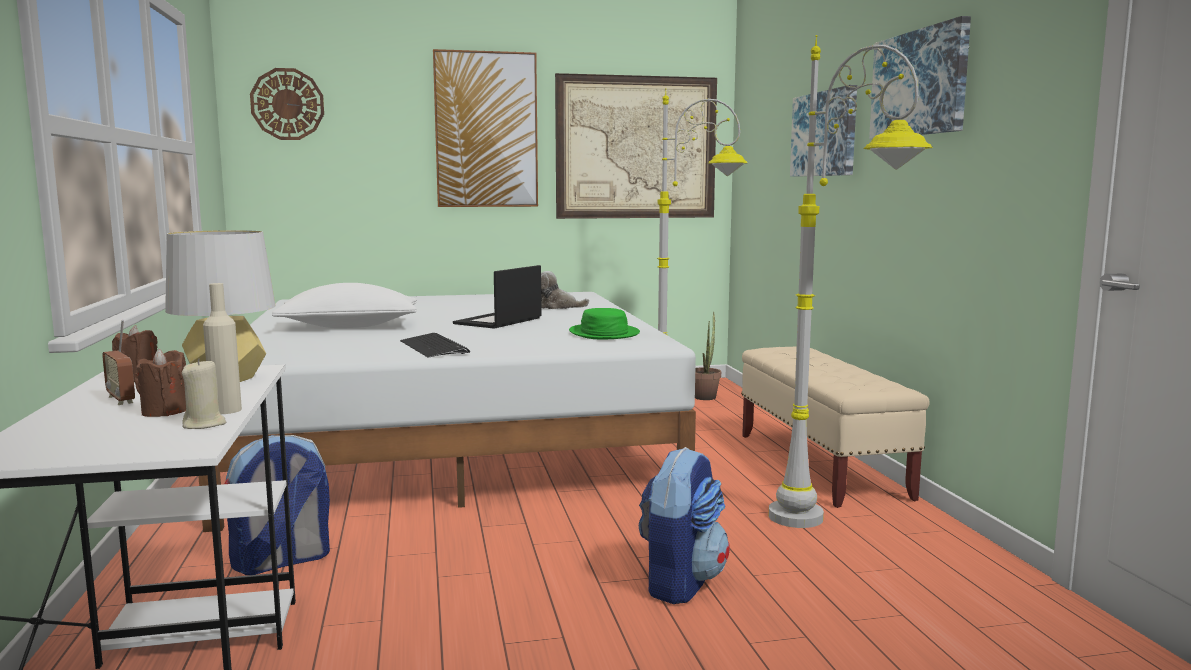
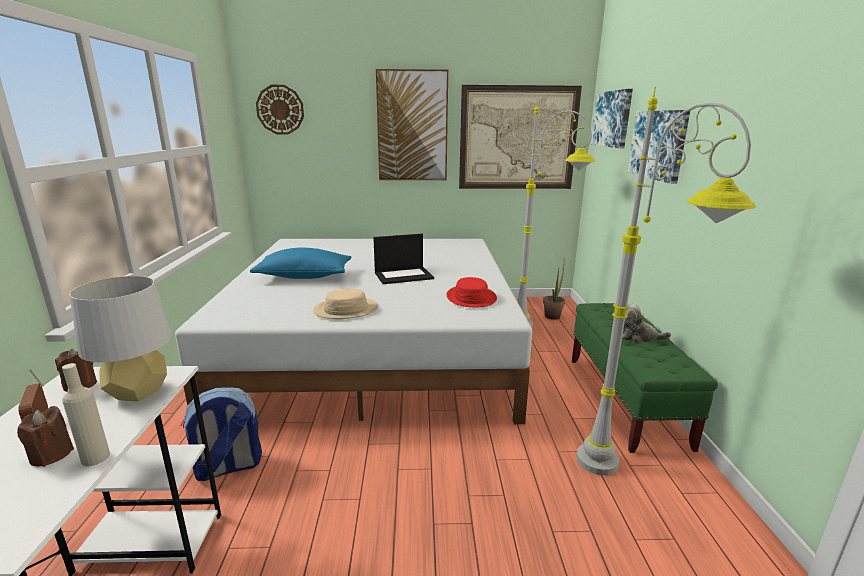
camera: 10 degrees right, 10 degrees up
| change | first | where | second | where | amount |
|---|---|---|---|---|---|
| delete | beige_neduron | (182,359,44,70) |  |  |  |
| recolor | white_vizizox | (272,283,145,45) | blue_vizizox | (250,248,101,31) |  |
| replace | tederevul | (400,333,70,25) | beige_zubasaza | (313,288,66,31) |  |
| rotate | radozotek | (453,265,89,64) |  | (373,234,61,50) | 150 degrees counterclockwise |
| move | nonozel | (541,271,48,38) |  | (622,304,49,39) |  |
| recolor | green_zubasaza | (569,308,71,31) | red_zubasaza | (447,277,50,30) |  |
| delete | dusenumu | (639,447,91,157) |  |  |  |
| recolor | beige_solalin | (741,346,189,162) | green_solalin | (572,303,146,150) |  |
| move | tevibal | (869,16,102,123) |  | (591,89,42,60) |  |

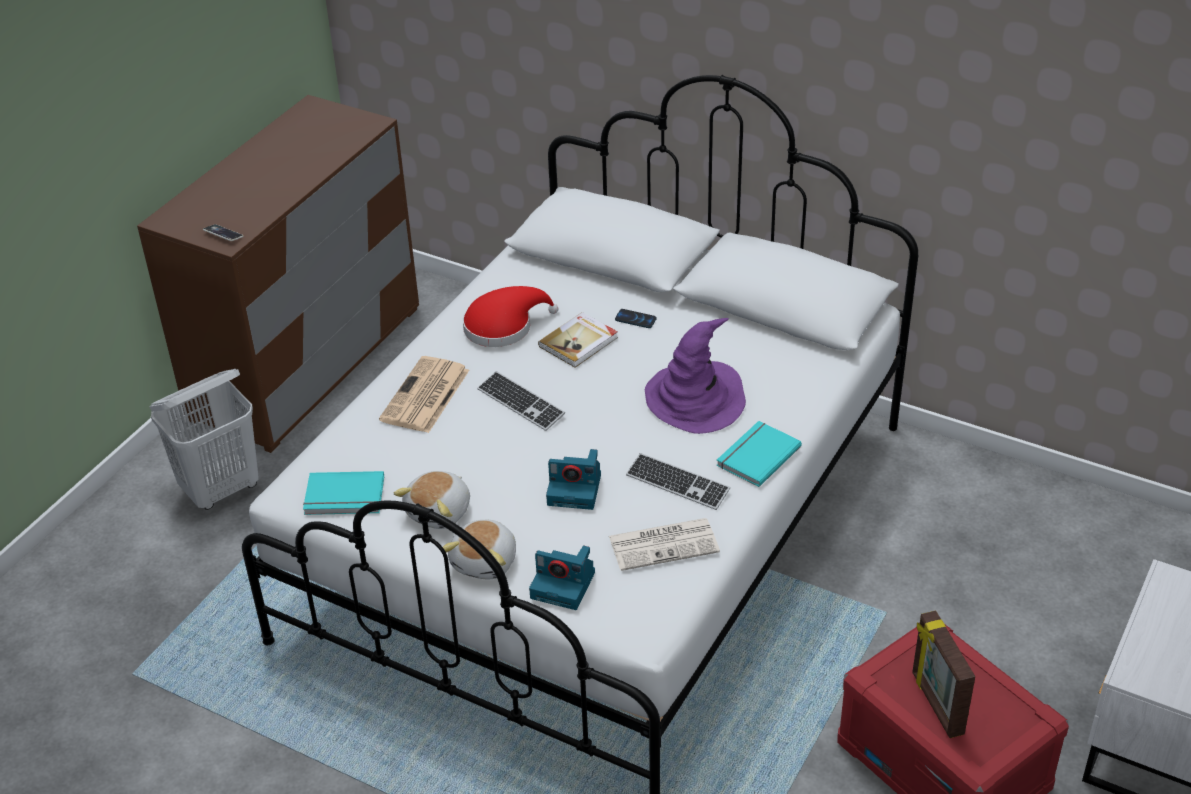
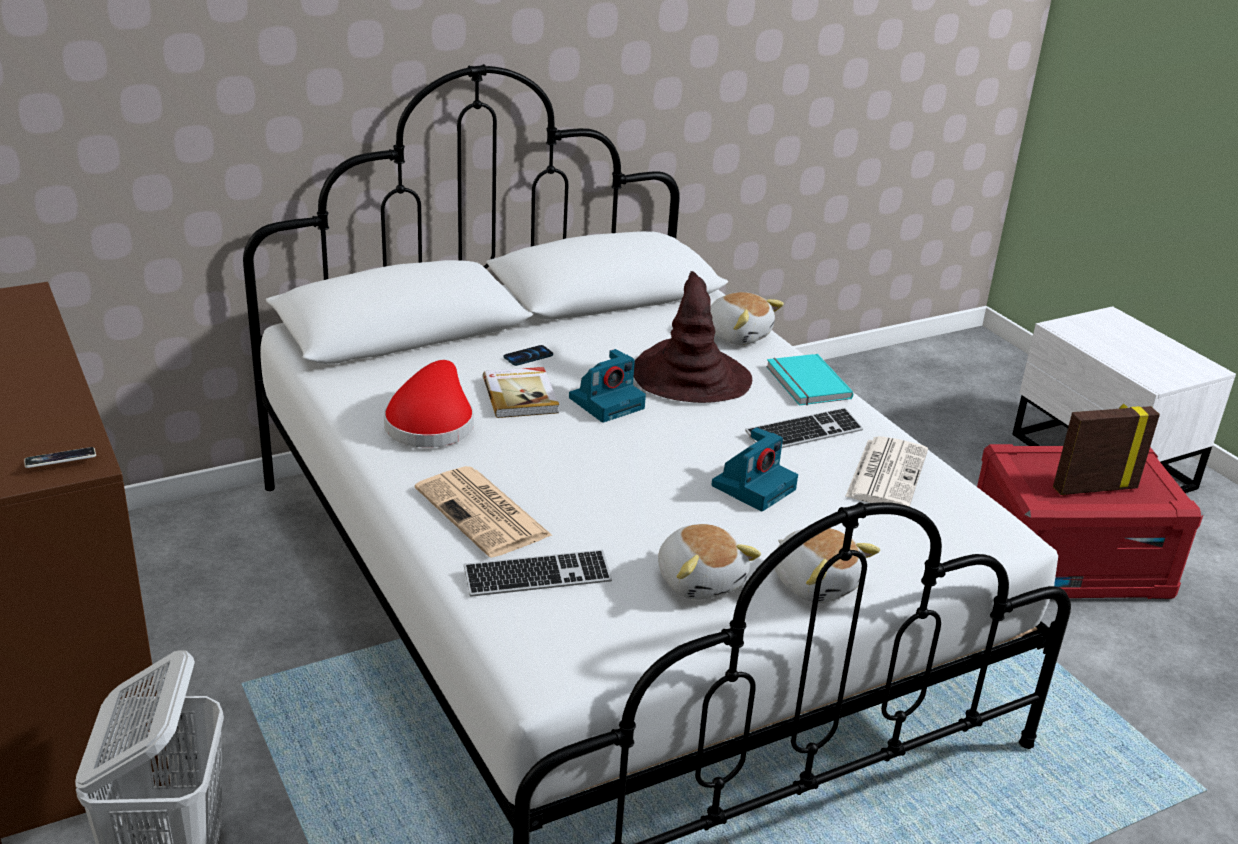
camera: 60 degrees left, 10 degrees down
| change | first | where | second | where | amount |
|---|---|---|---|---|---|
| delete | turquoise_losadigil | (303,471,81,44) |  |  |  |
| move | tederevul | (477,371,88,60) |  | (464,550,148,47) |  |
| move | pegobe | (529,546,66,64) |  | (569,349,77,73) |  |
| recolor | purple_zubasaza | (645,318,101,116) | brown_zubasaza | (634,271,118,132) |  |
| rotate | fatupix | (912,610,63,128) |  | (1053,404,107,91) | 150 degrees clockwise |
| insert |  |  | nonozel | (710,292,74,53) |  |

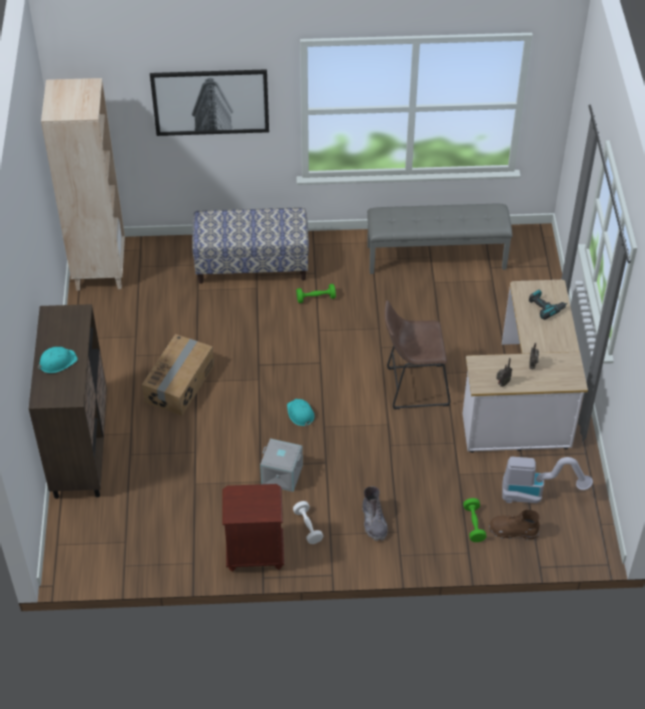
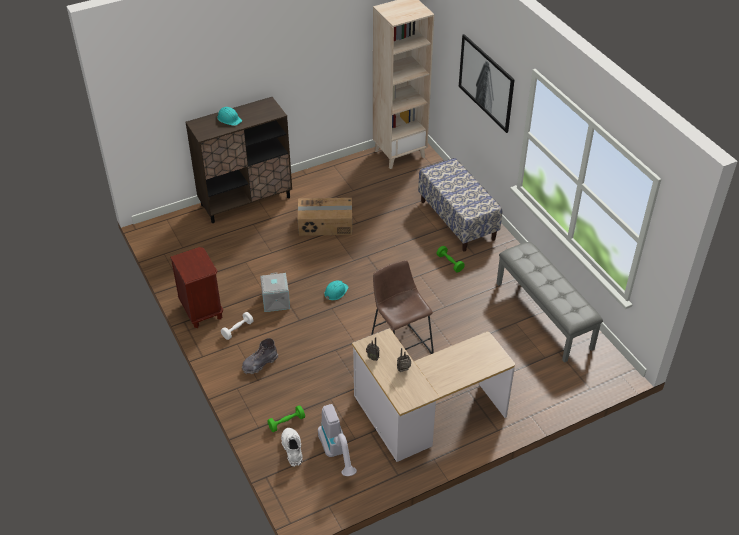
camera: 65 degrees right, 5 degrees down
| change | first | where | second | where | amount |
|---|---|---|---|---|---|
| recolor | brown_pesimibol | (489,510,51,30) | white_pesimibol | (281,428,22,39) |  |
| delete | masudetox | (529,290,38,30) |  |  |  |

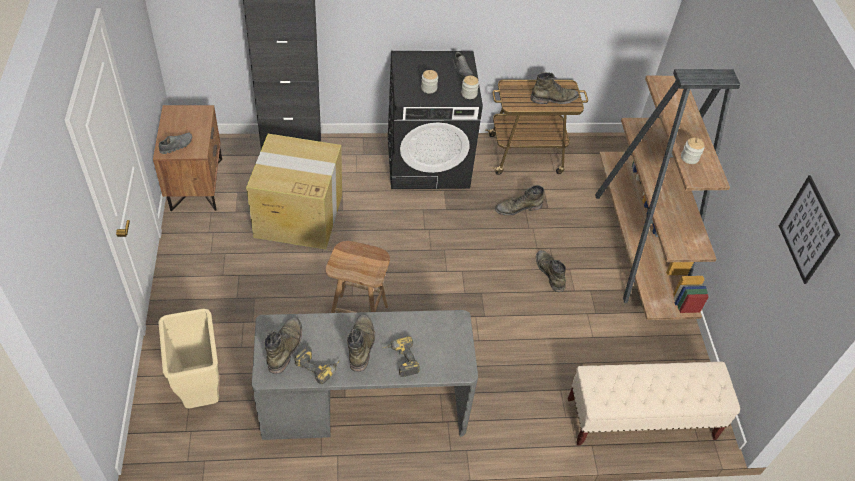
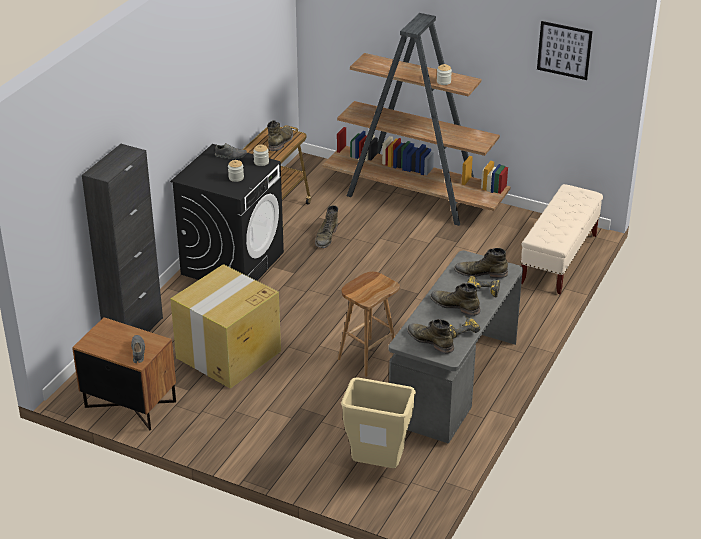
camera: 55 degrees left, 15 degrees down
| change | first | where | second | where | amount |
|---|---|---|---|---|---|
| move | green_pesimibol | (536,250,30,42) |  | (454,248,54,30) |  |

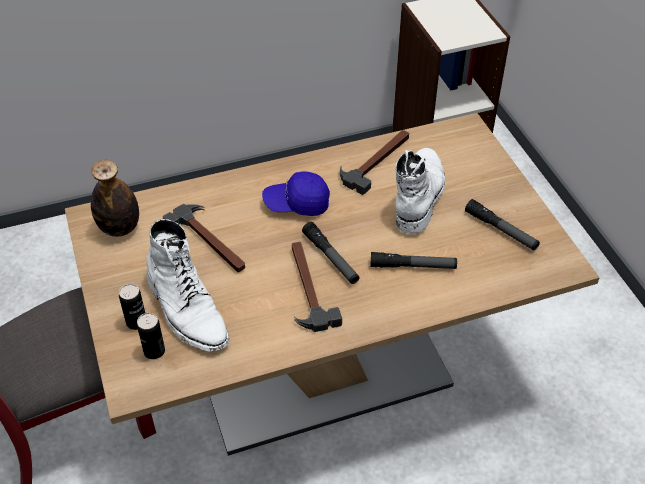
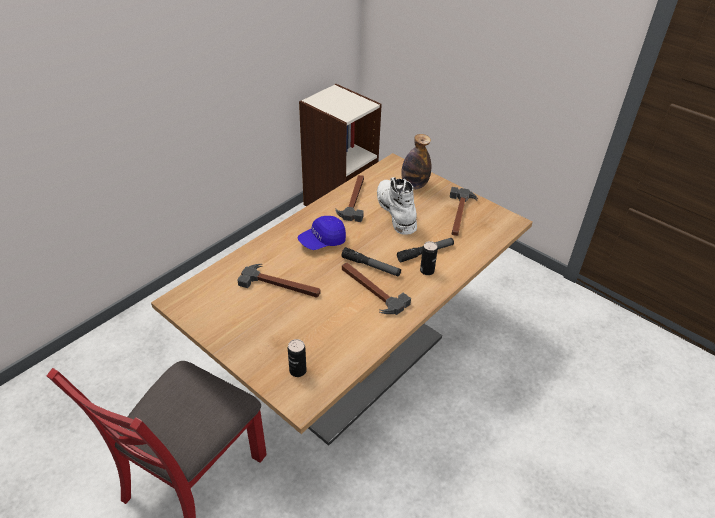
camera: 30 degrees left, 5 degrees down
| change | first | where | second | where | amount |
|---|---|---|---|---|---|
| move | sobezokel | (91,160,48,77) |  | (401,134,30,55) |  |
| move | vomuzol | (119,284,26,46) |  | (420,241,18,34) |  |
| delete | white_pesimibol | (146,219,84,133) |  |  |  |
| replace | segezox | (465,199,75,51) | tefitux | (450,187,28,49) |  |

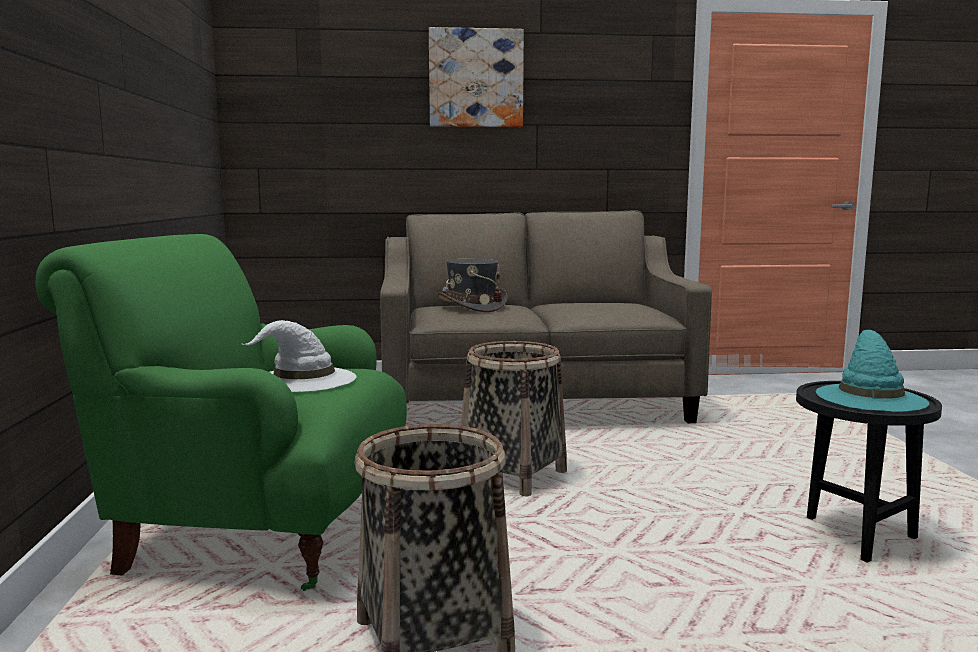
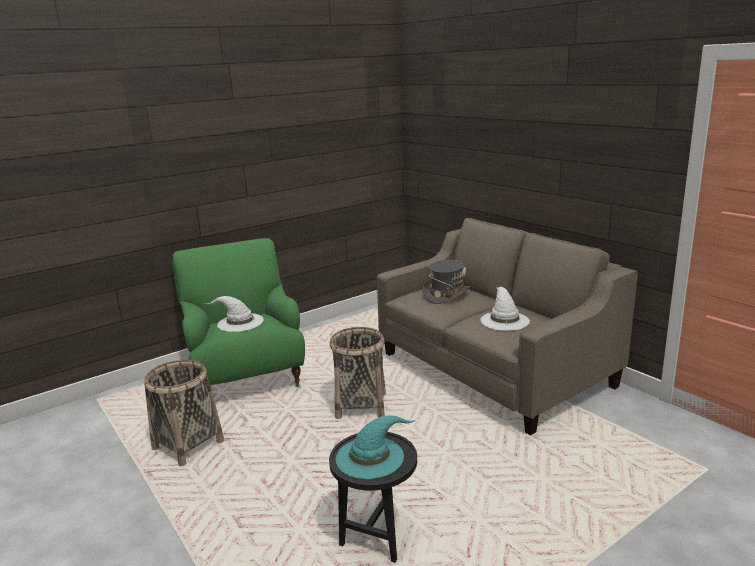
camera: 60 degrees right, 10 degrees up
| change | first | where | second | where | amount |
|---|---|---|---|---|---|
| delete | tevibal | (429,27,95,100) |  |  |  |
| insert |  |  | white_zubasaza | (480,287,50,44) |  |

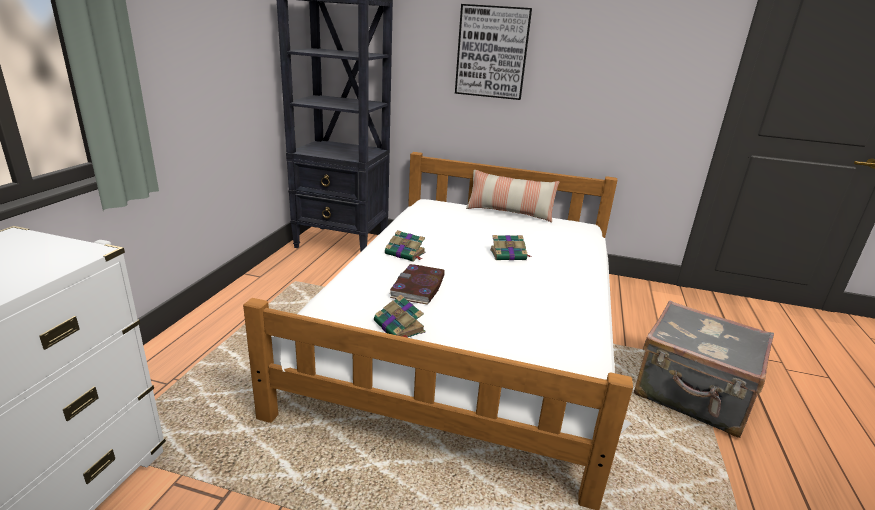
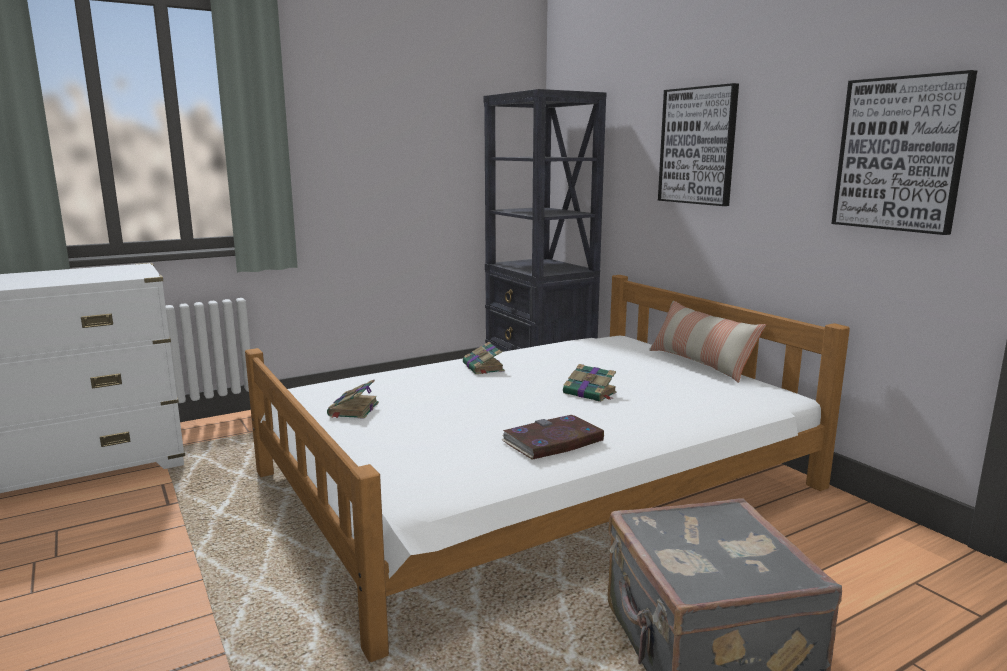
camera: 45 degrees right, 10 degrees down
| change | first | where | second | where | amount |
|---|---|---|---|---|---|
| move | losadigil | (389,264,56,41) |  | (501,415,103,45) |  |
| insert |  |  | tevibal | (831,70,146,165) |  |

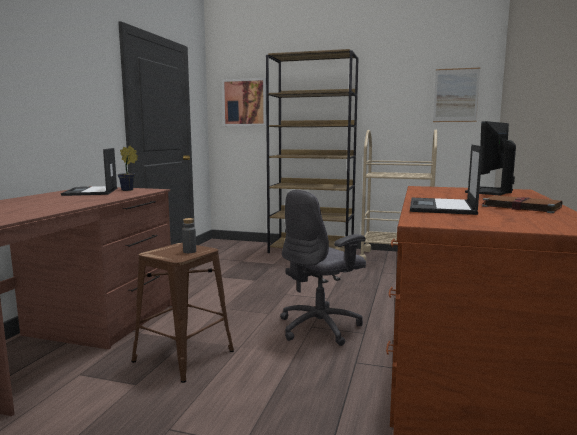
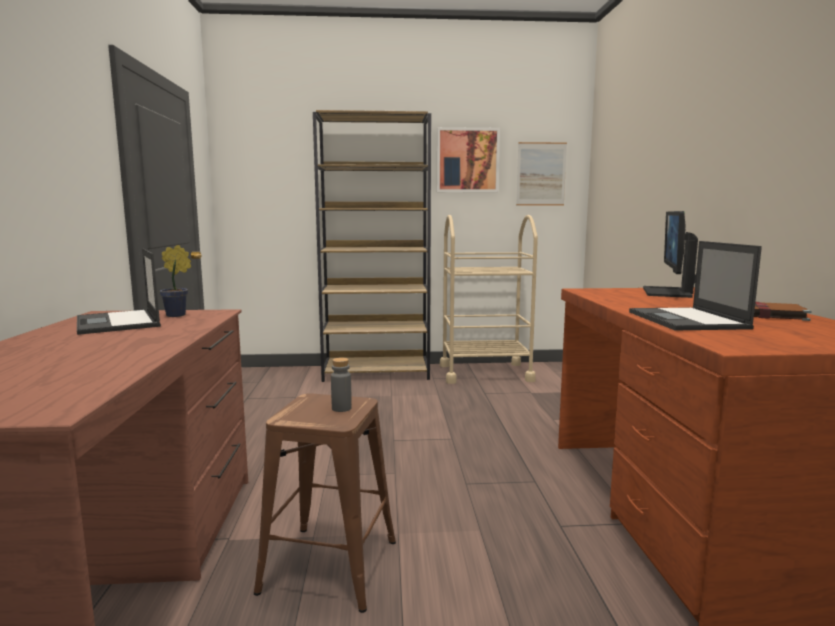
camera: 20 degrees left, 0 degrees up
| change | first | where | second | where | amount |
|---|---|---|---|---|---|
| move | tevibal | (222,78,44,48) |  | (437,127,63,65) |  |
| delete | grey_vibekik | (280,190,86,156) |  |  |  |

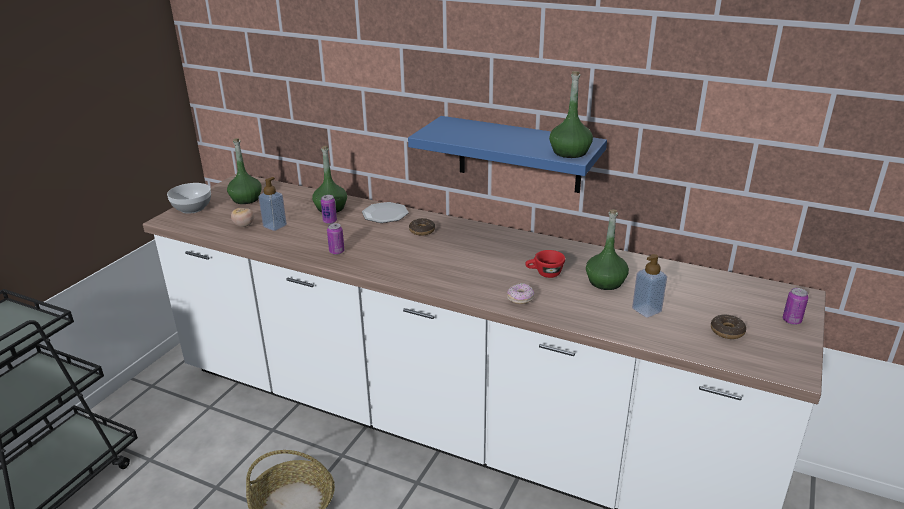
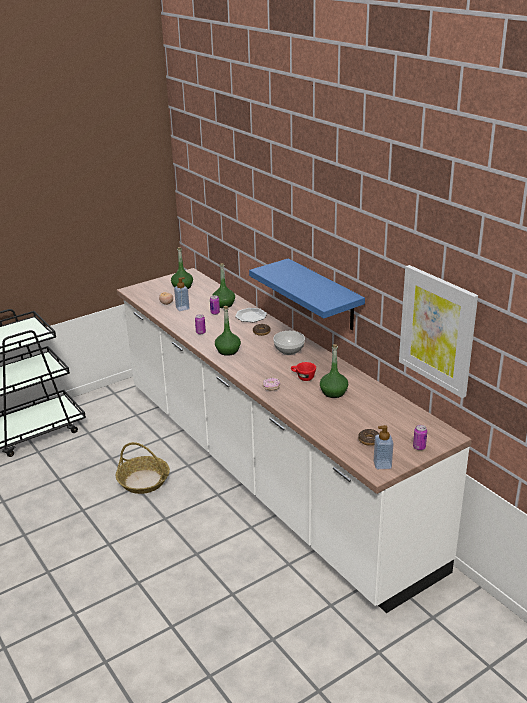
camera: 30 degrees right, 0 degrees up
| change | first | where | second | where | amount |
|---|---|---|---|---|---|
| move | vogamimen | (167,183,44,31) |  | (273,331,32,24) |  |
| move | green_sobezokel | (549,71,44,87) |  | (215,306,26,50) |  |
| move | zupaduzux | (632,254,35,63) |  | (374,425,19,44) |  |
| insert |  |  | tevibal | (399,265,79,133) |  |

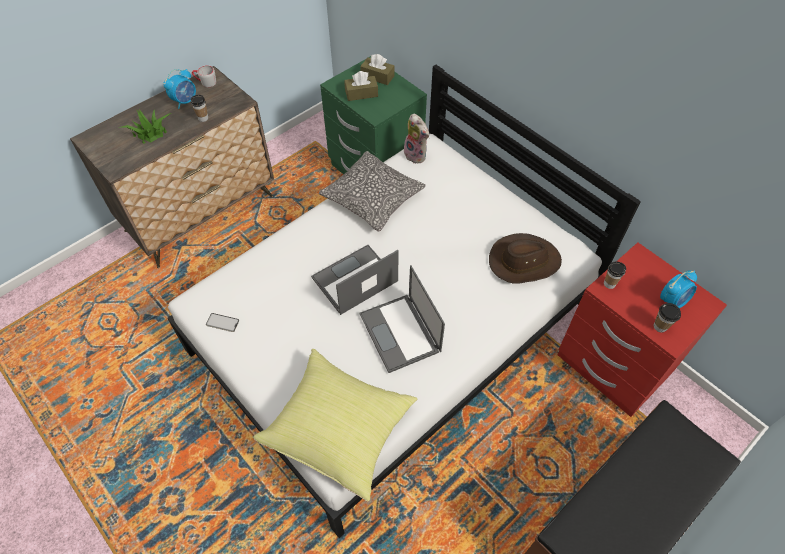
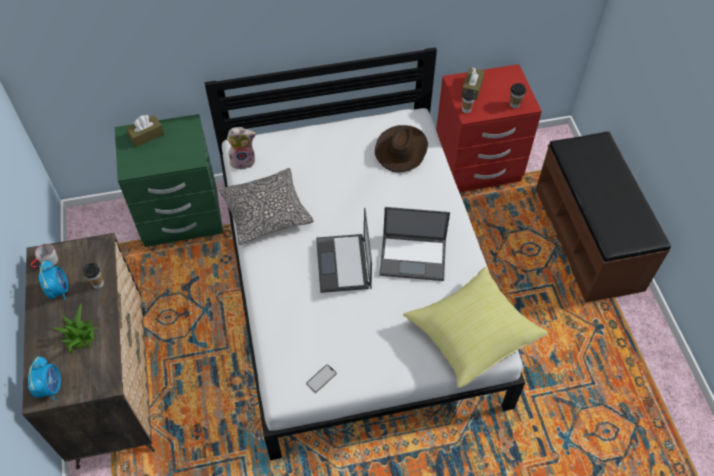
camera: 60 degrees left, 0 degrees up
| change | first | where | second | where | amount |
|---|---|---|---|---|---|
| move | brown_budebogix | (344,71,34,30) |  | (461,67,24,33) |  |
| move | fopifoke | (660,270,37,38) |  | (28,356,33,45) |  |

